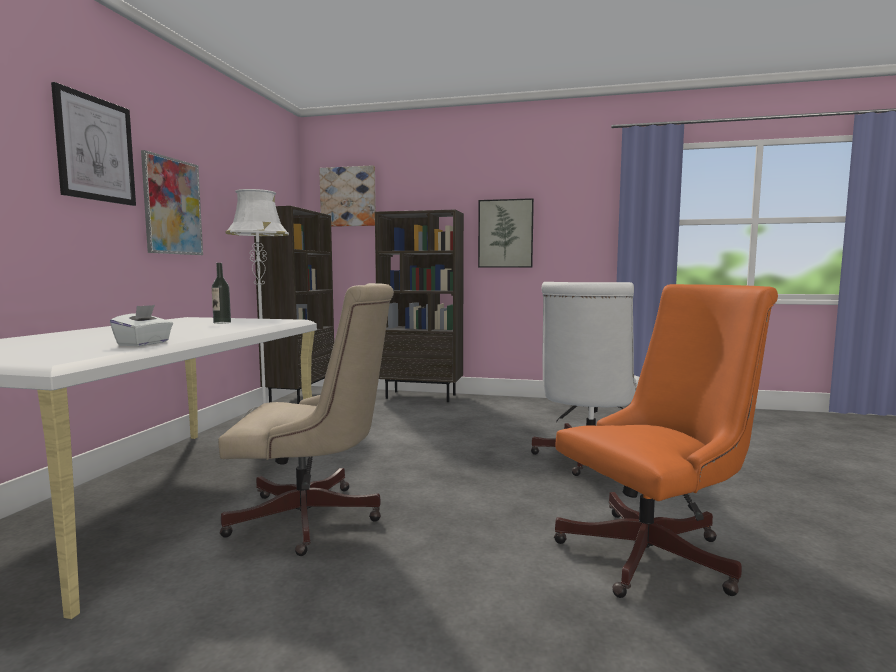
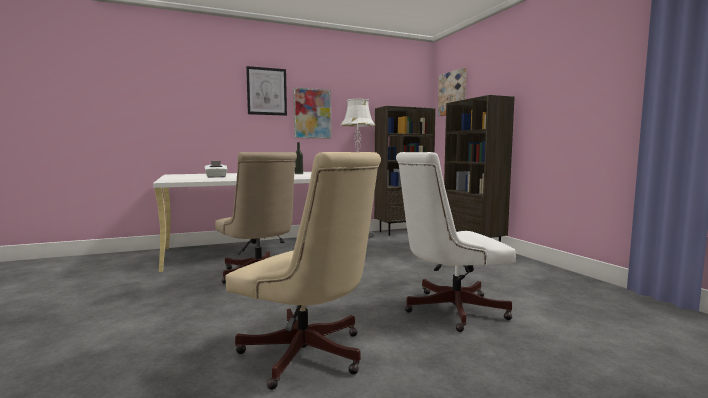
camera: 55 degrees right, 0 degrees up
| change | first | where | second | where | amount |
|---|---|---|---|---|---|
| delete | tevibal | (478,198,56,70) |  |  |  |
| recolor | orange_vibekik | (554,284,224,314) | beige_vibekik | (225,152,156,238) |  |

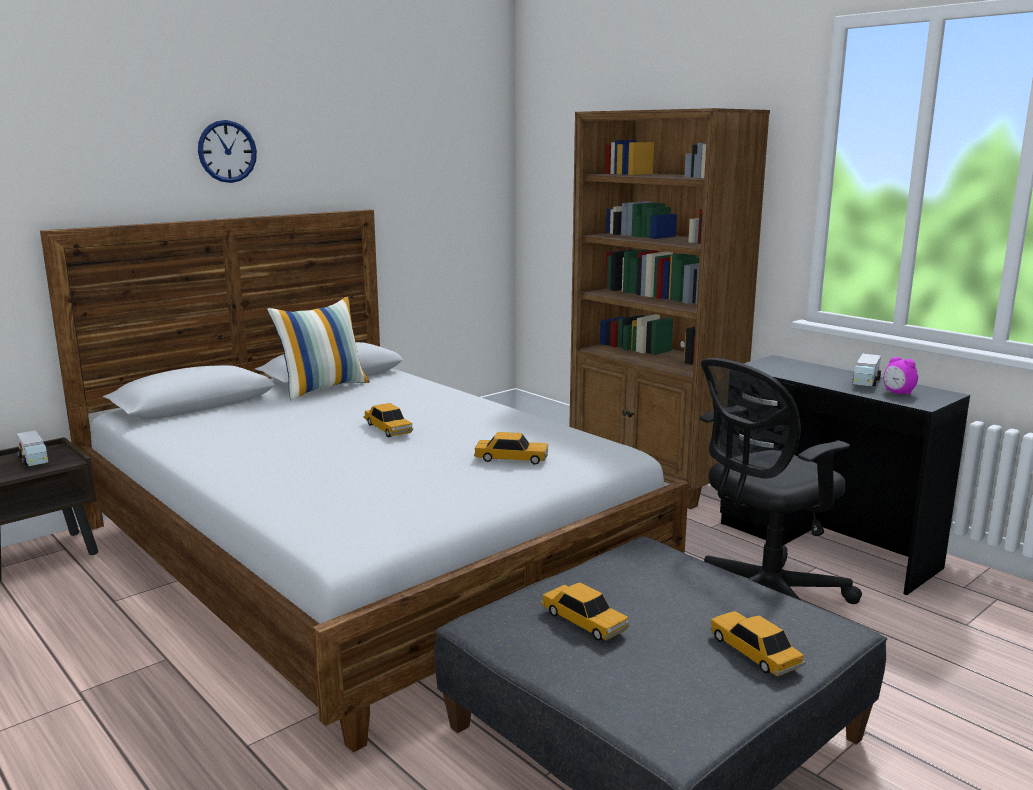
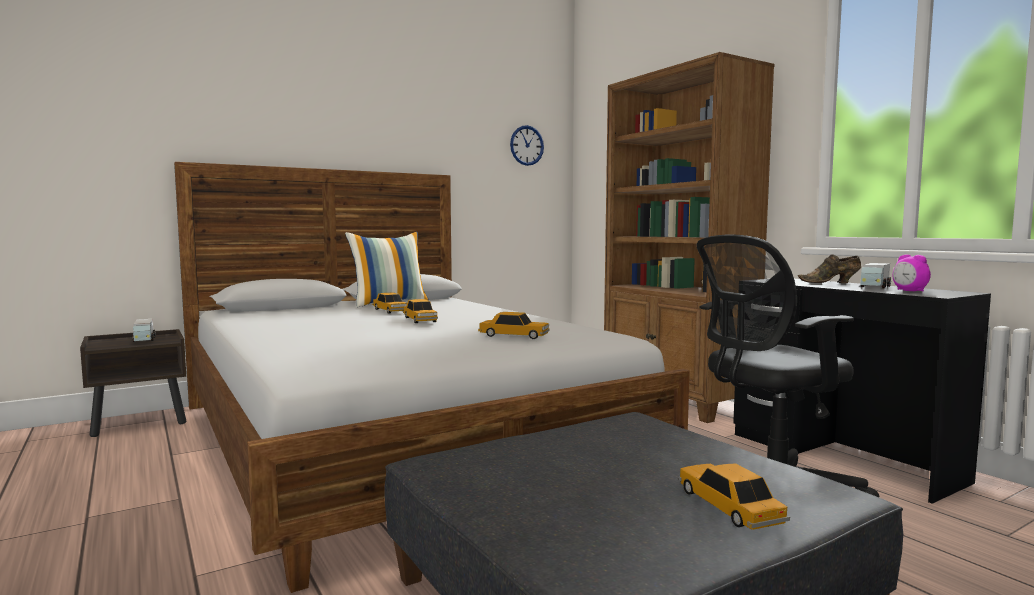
camera: 10 degrees right, 10 degrees down
| change | first | where | second | where | amount |
|---|---|---|---|---|---|
| move | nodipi | (198,120,59,63) |  | (510,125,34,41) |  |
| move | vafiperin | (541,582,88,59) |  | (372,293,35,21) |  |
| insert |  |  | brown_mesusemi | (798,254,63,29) |  |

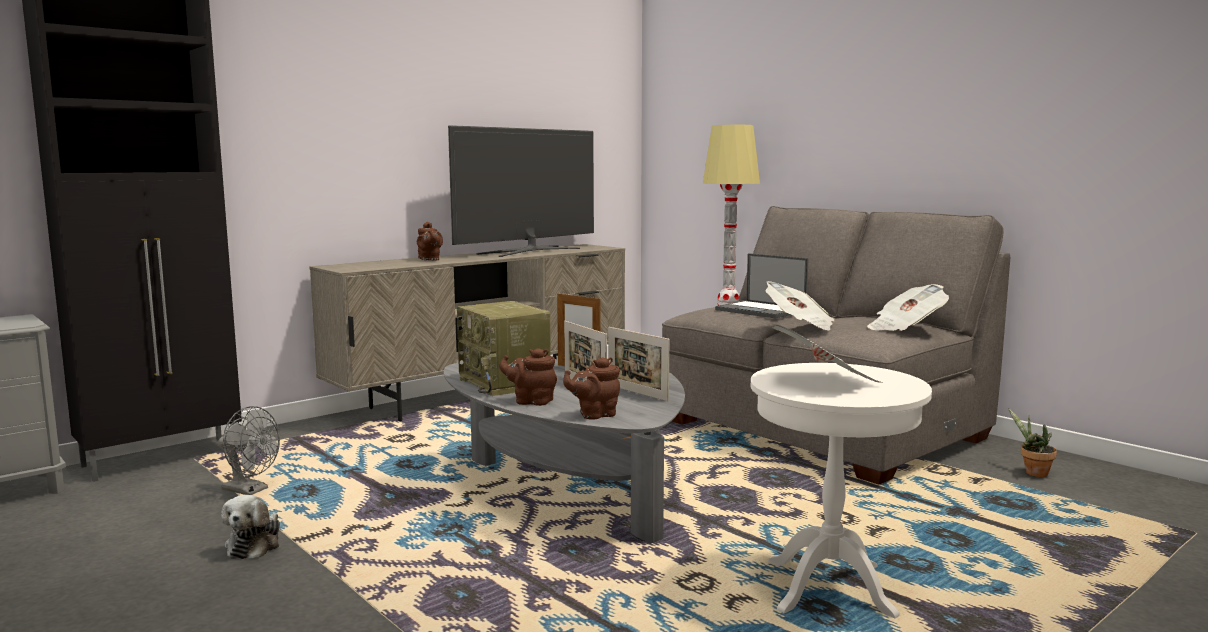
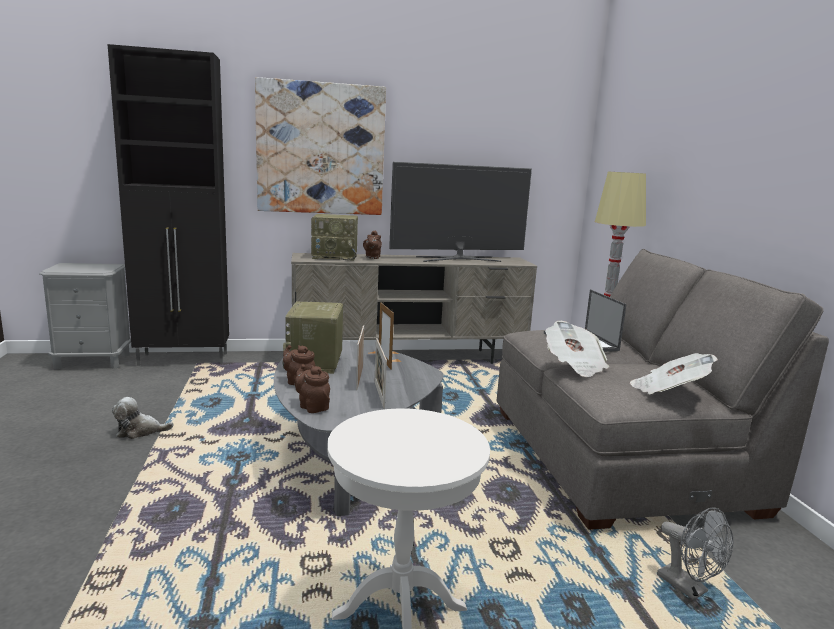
camera: 30 degrees right, 5 degrees up
| change | first | where | second | where | amount |
|---|---|---|---|---|---|
| move | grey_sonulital | (218,406,62,89) |  | (657,508,76,92) |  |
| rotate | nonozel | (221,495,59,64) |  | (112,397,61,42) | 45 degrees clockwise |
| rotate | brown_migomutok | (563,357,57,63) |  | (295,364,35,49) | 45 degrees clockwise |
| delete | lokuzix | (772,324,112,59) |  |  |  |
| delete | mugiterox | (1008,408,49,69) |  |  |  |
| insert |  |  | tevibal | (255,77,131,138) |  |
| insert |  |  | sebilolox | (311,214,47,47) |  |

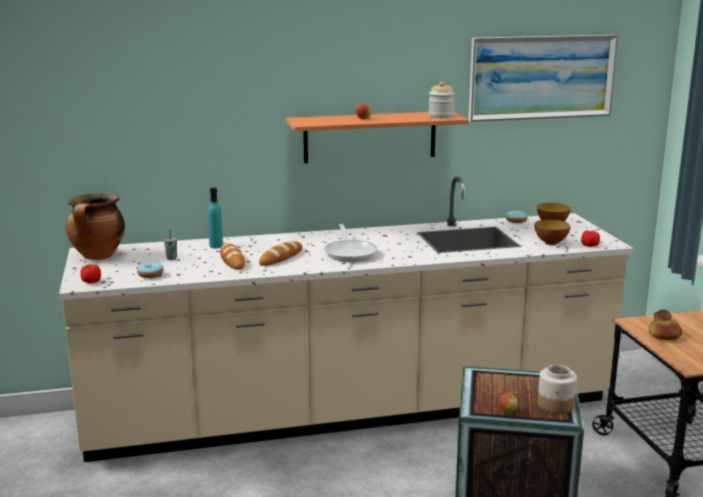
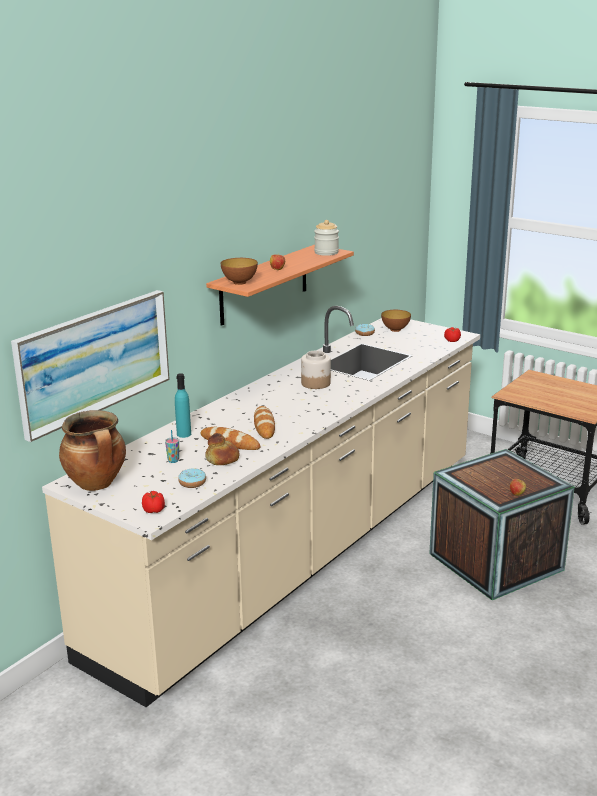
camera: 40 degrees left, 5 degrees up
| change | first | where | second | where | amount |
|---|---|---|---|---|---|
| delete | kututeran | (324,224,54,38) |  |  |  |
| move | tevibal | (468,35,150,87) |  | (11,290,159,152) |  |
| move | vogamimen | (535,220,36,25) |  | (221,258,37,27) |  |
| move | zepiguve | (538,365,39,49) |  | (301,350,30,39) |  |
| move | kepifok | (649,309,34,31) |  | (205,433,34,32) |  |

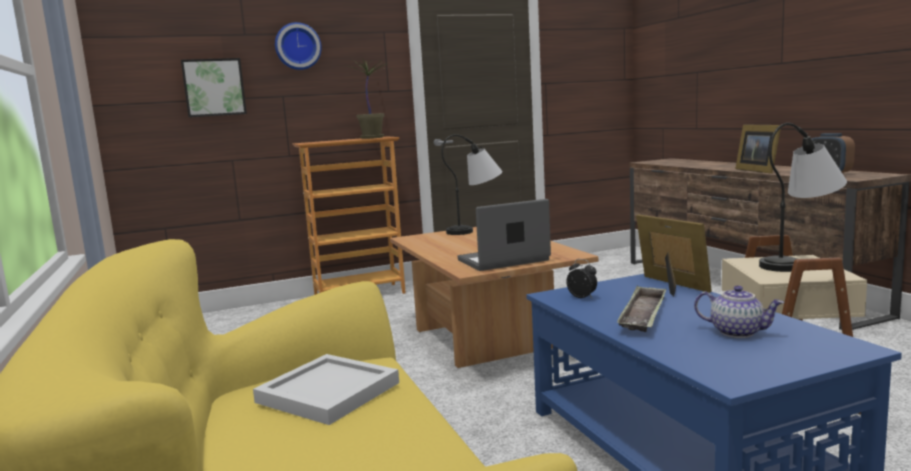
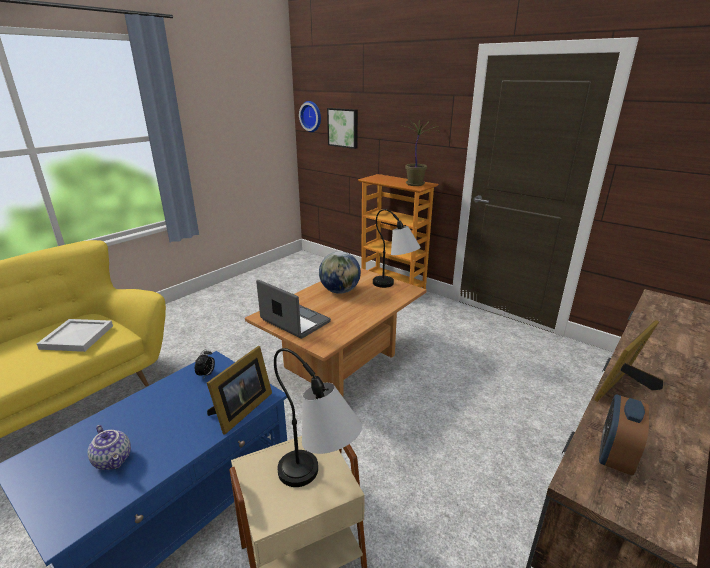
camera: 60 degrees right, 15 degrees up
| change | first | where | second | where | amount |
|---|---|---|---|---|---|
| move | nodipi | (275,22,47,48) |  | (299,101,22,31) |  |
| delete | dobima | (617,286,50,46) |  |  |  |
| rotate | migomutok | (694,285,90,53) |  | (88,425,43,45) | 45 degrees counterclockwise |
| insert |  |  | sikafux | (319,251,42,43) |  |

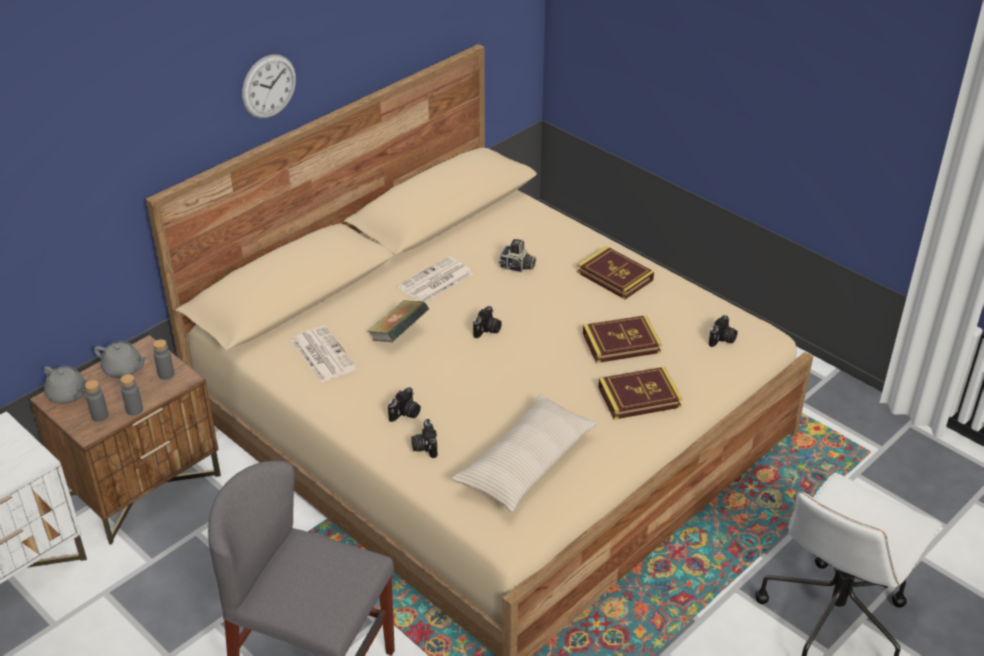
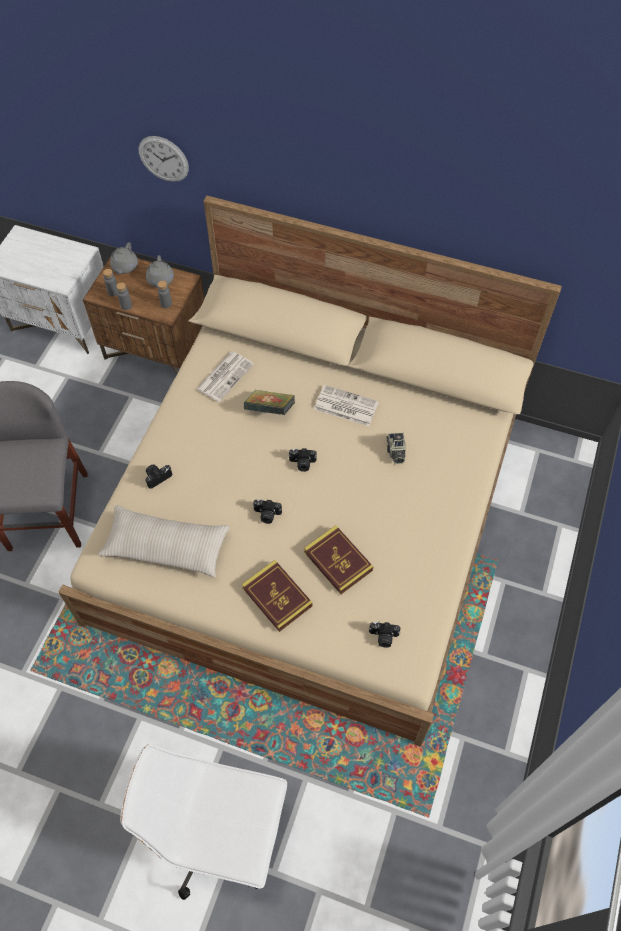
camera: 65 degrees right, 20 degrees up
| change | first | where | second | where | amount |
|---|---|---|---|---|---|
| move | nodipi | (242,54,54,64) |  | (139,136,50,46) |  |
| move | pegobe | (388,387,33,35) |  | (253,499,29,25) |  |
| delete | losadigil | (577,246,77,53) |  |  |  |

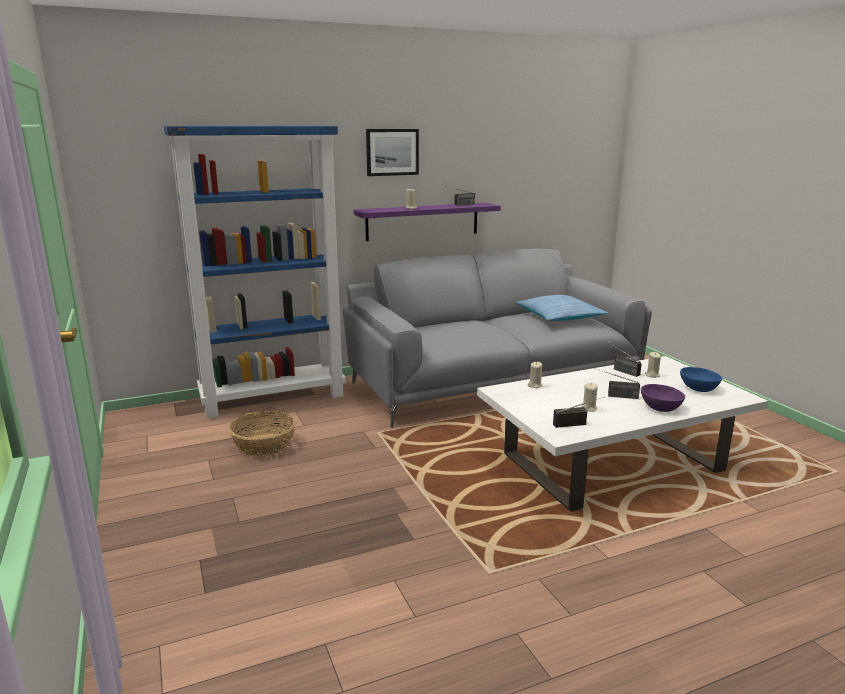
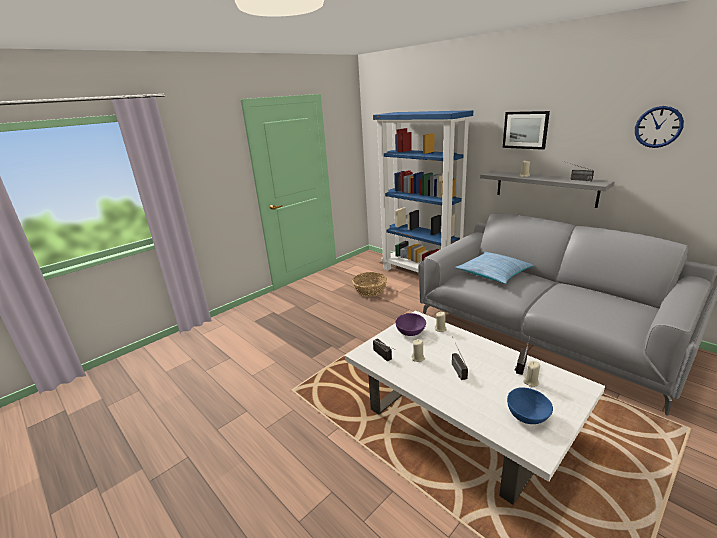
camera: 70 degrees right, 5 degrees up
| change | first | where | second | where | amount |
|---|---|---|---|---|---|
| recolor | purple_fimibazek | (353,203,148,38) | grey_fimibazek | (480,171,134,37) |  |
| move | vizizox | (516,295,92,26) |  | (455,252,79,32) |  |
| move | purple_vogamimen | (641,384,44,28) |  | (396,313,30,23) |  |
| insert |  |  | nodipi | (635,106,49,42) |  |

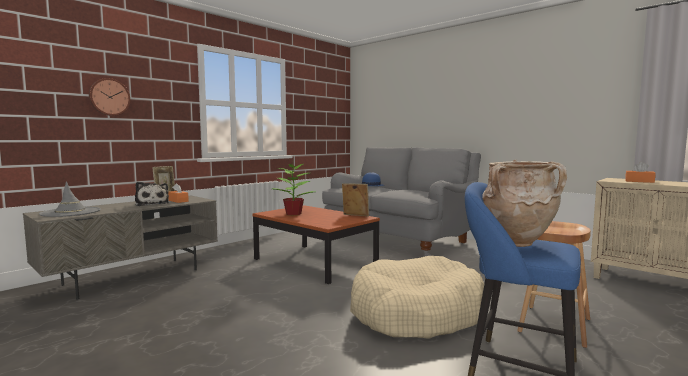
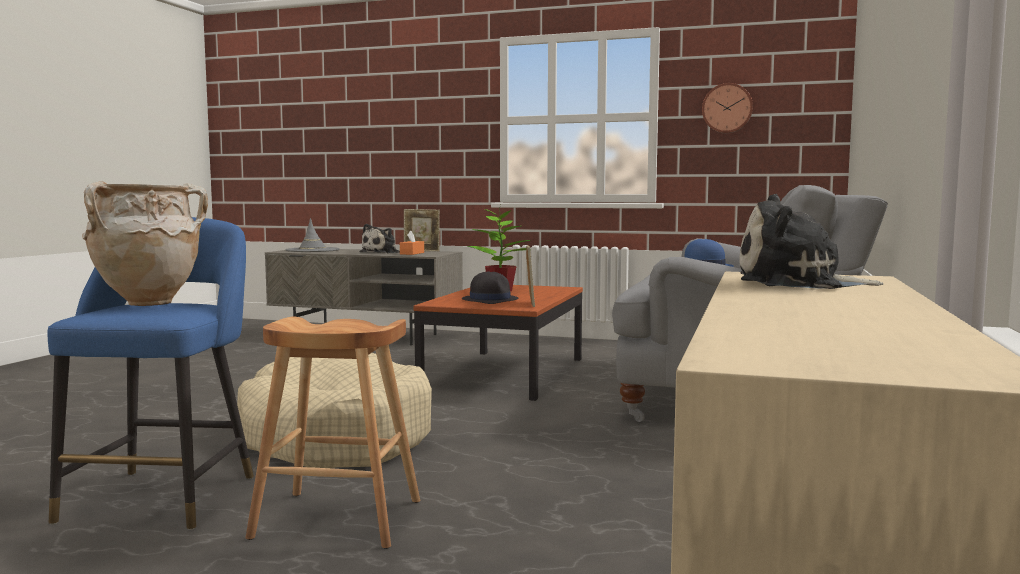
camera: 65 degrees right, 0 degrees up
| change | first | where | second | where | amount |
|---|---|---|---|---|---|
| move | nodipi | (89,78,41,38) |  | (702,83,51,50) |  |
| replace | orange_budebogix | (625,162,31,21) | nonozel | (739,194,145,95) |  |
| insert |  |  | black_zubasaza | (462,271,57,33) |  |

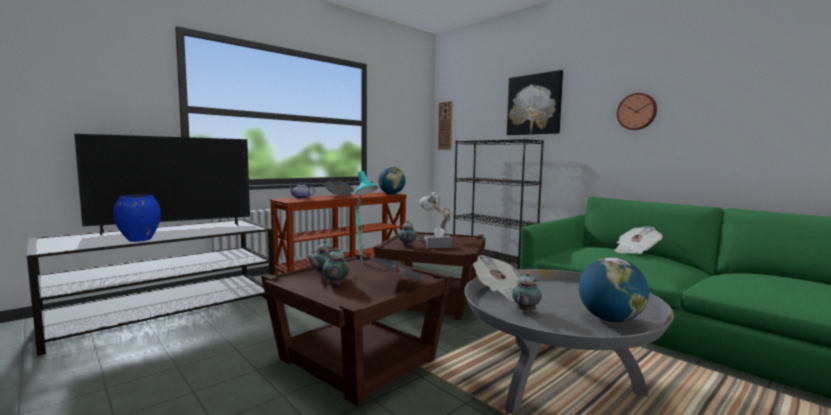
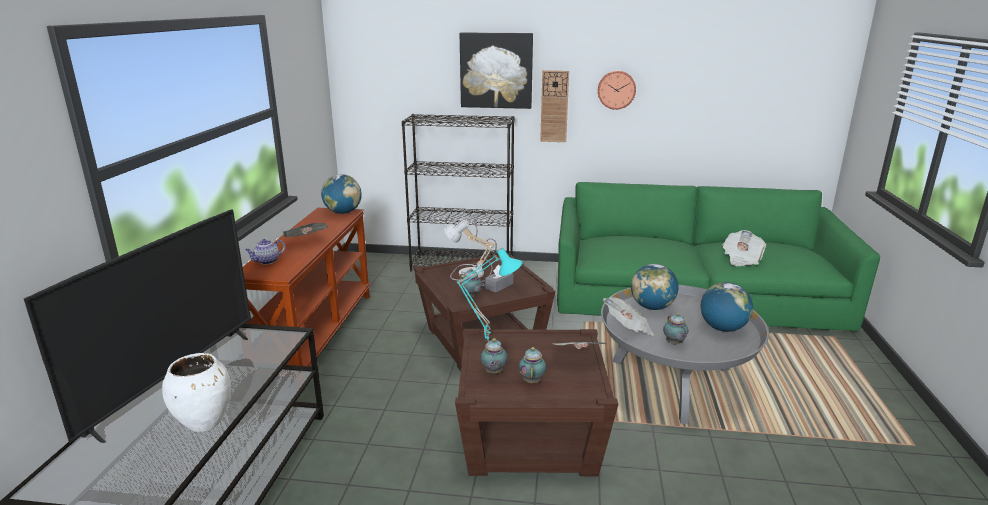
camera: 40 degrees left, 15 degrees up
| change | first | where | second | where | amount |
|---|---|---|---|---|---|
| recolor | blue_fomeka | (113,194,48,48) | white_fomeka | (162,353,69,79) |  |
| rotate | migomutok | (323,248,27,38) |  | (518,347,28,36) | 90 degrees clockwise |
| move | nodipi | (438,101,15,49) |  | (540,70,29,72) |  |
| move | lokuzix | (614,226,49,28) |  | (722,230,44,36) |  |
| insert |  |  | sikafux | (631,264,47,46) |  |

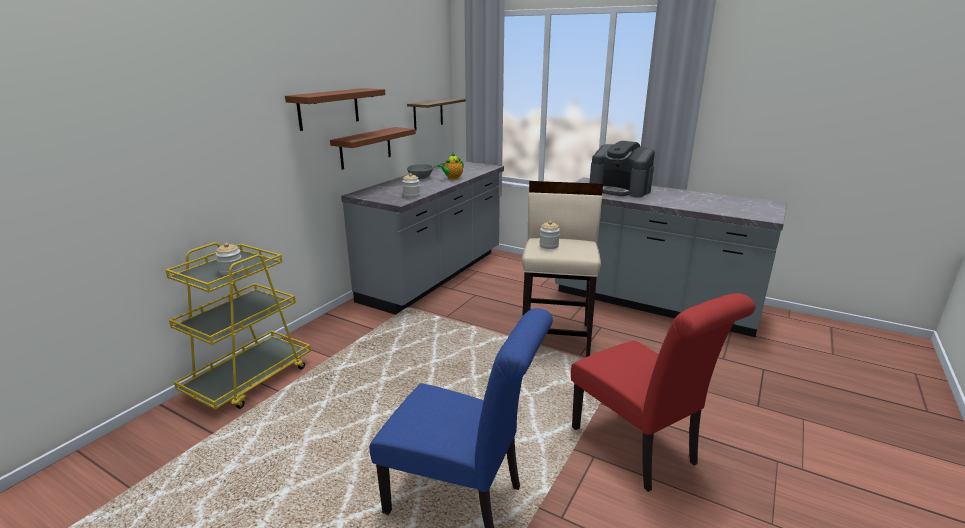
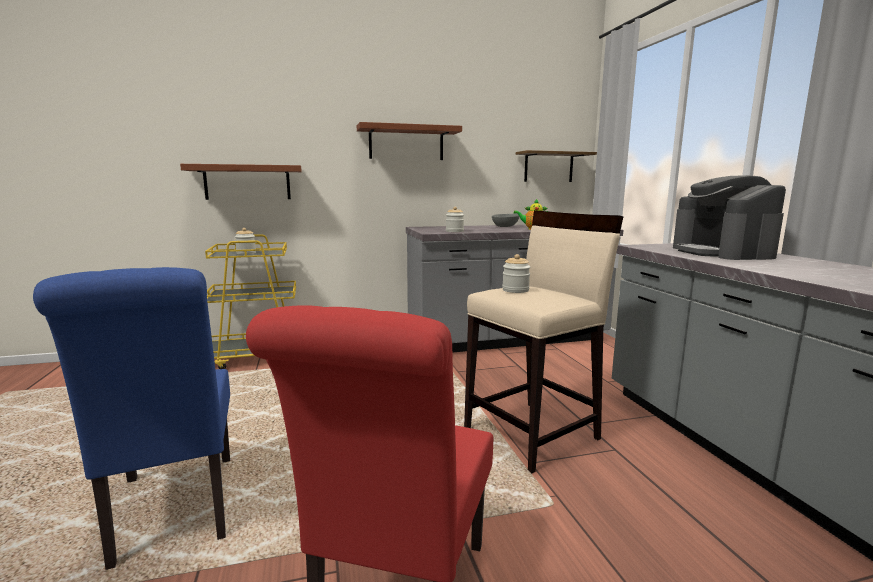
camera: 45 degrees right, 10 degrees down
| change | first | where | second | where | amount |
|---|---|---|---|---|---|
| move | brown_fimibazek | (330,127,86,43) |  | (180,164,122,36) |  |

